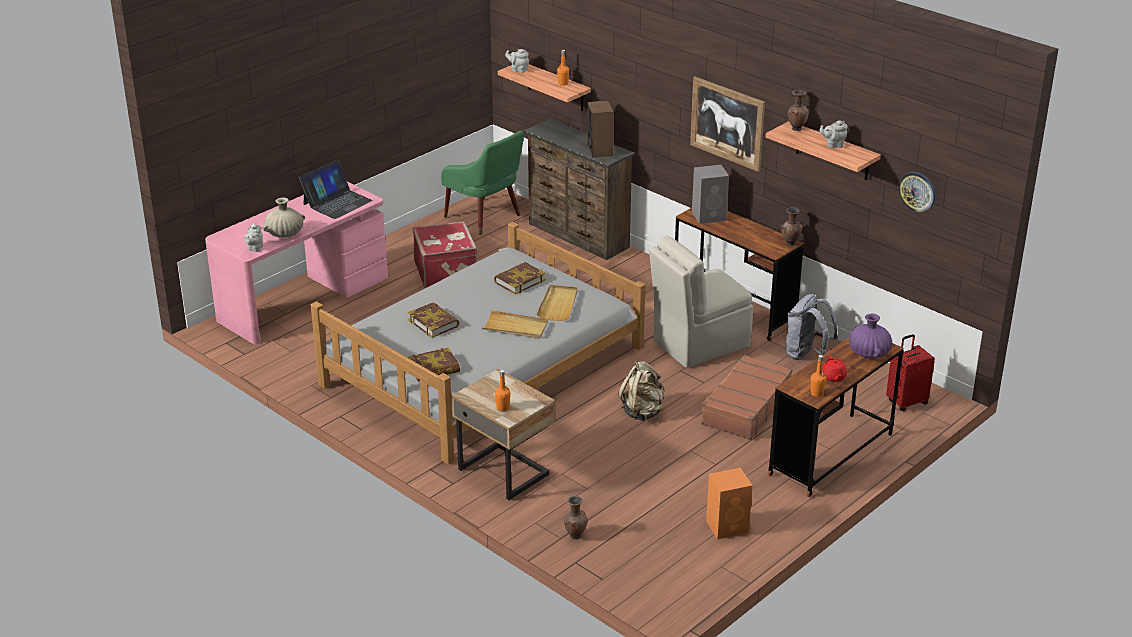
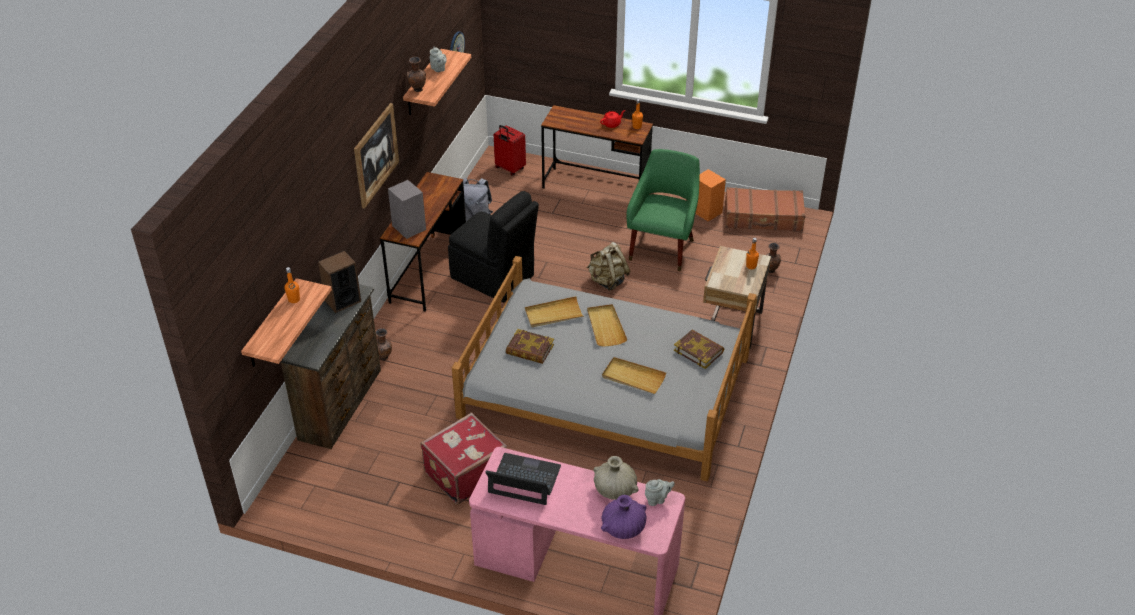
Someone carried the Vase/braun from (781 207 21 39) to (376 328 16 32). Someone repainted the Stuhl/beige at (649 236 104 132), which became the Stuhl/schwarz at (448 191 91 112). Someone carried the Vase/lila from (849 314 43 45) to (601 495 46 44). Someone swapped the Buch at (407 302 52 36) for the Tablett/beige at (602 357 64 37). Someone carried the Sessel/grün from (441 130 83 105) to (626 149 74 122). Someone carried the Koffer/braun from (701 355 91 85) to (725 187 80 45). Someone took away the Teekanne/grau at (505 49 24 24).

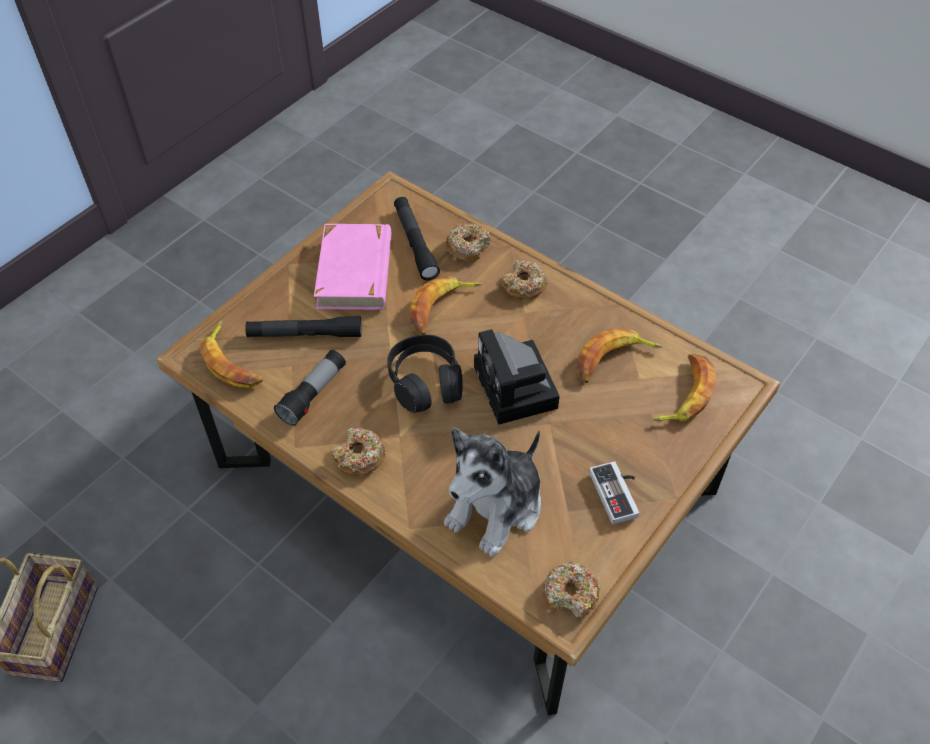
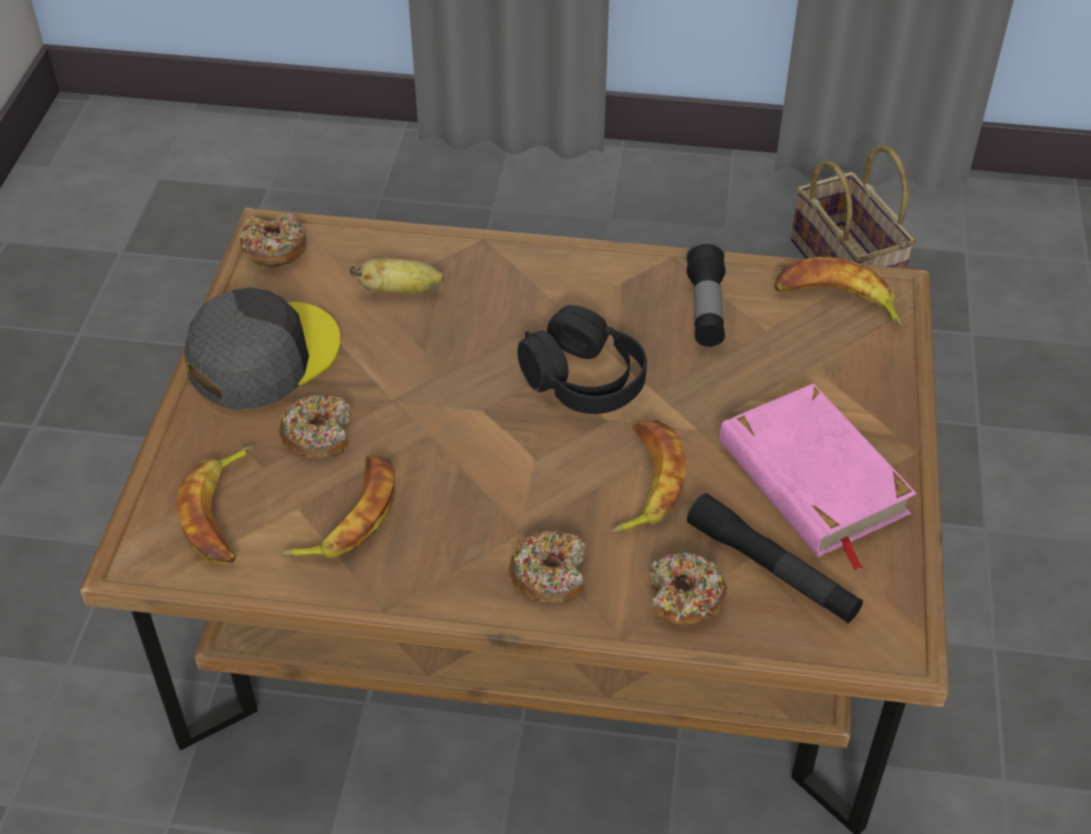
Someone swapped the Gamepad at (589 461 50 63) for the Kappe/grau at (184 288 157 122). Someone carried the Donut from (332 428 54 47) to (279 394 72 64). Someone swapped the Plüschtier at (444 428 97 129) for the Banane at (350 258 95 35). Someone took away the Taschenlampe/schwarz at (245 316 117 21). Someone took away the Kamera at (474 329 86 96).

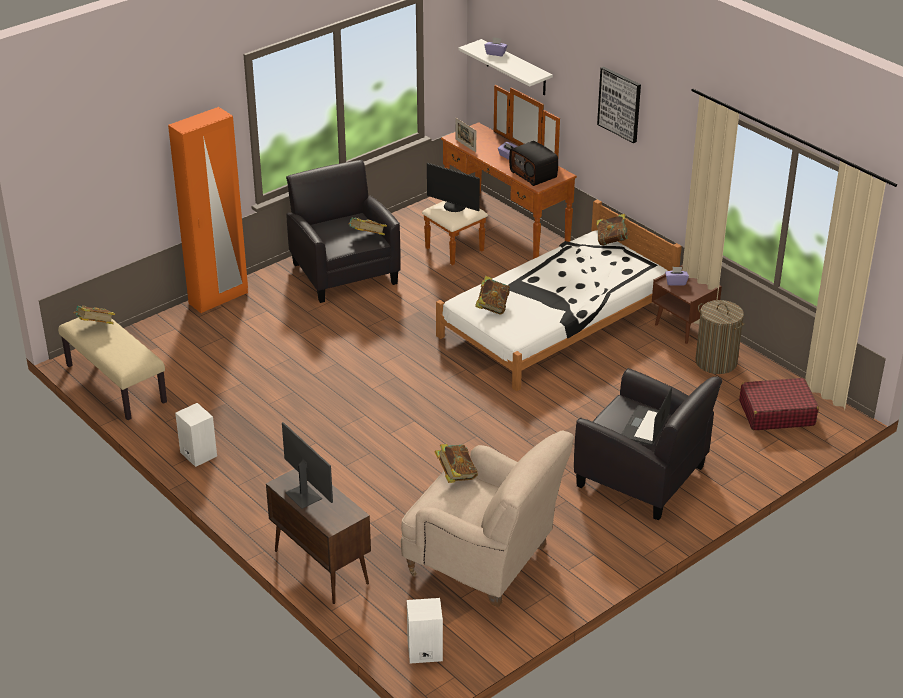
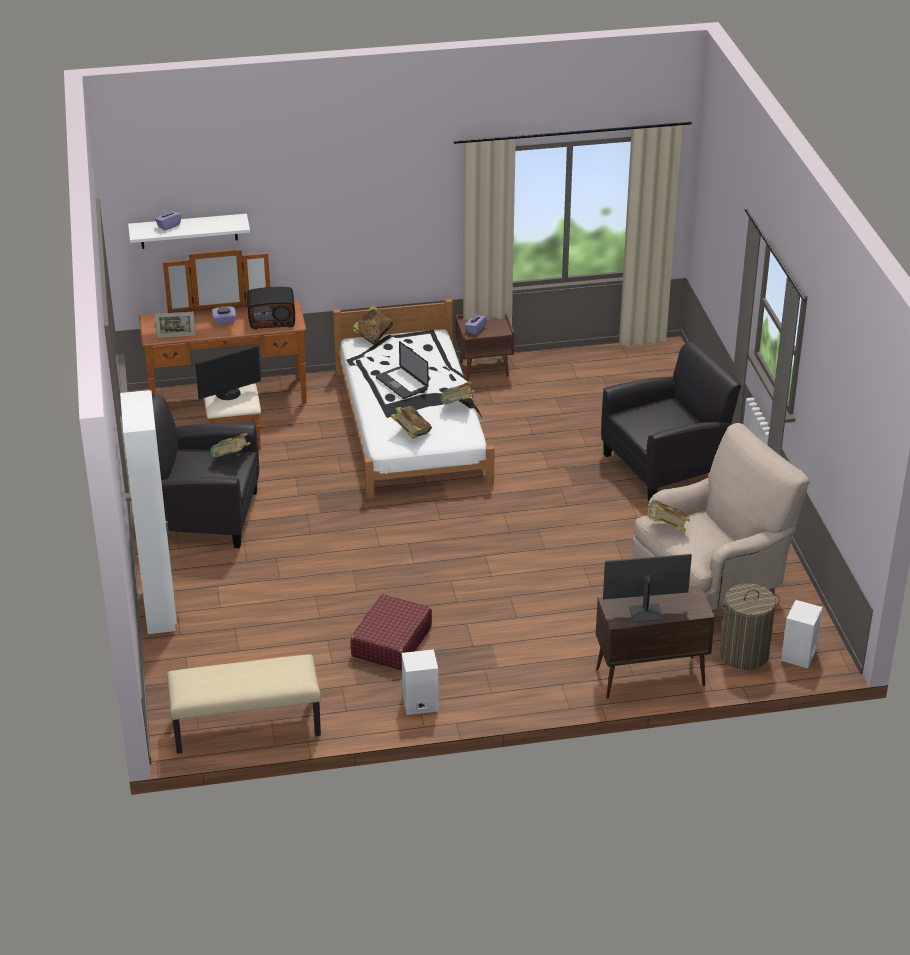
Someone repainted the Kleiderschrank/orange at (168 107 80 206), which became the Kleiderschrank/weiß at (120 390 57 244). Someone carried the Koffer/rot from (739 378 80 52) to (351 594 81 76). Someone carried the Laptop from (622 387 50 59) to (376 341 53 58). Someone carried the Buch from (74 305 41 19) to (441 381 34 24). Someone carried the Wäschekorb from (695 300 50 74) to (720 583 60 87). Someone took away the Bild at (597 67 44 76).

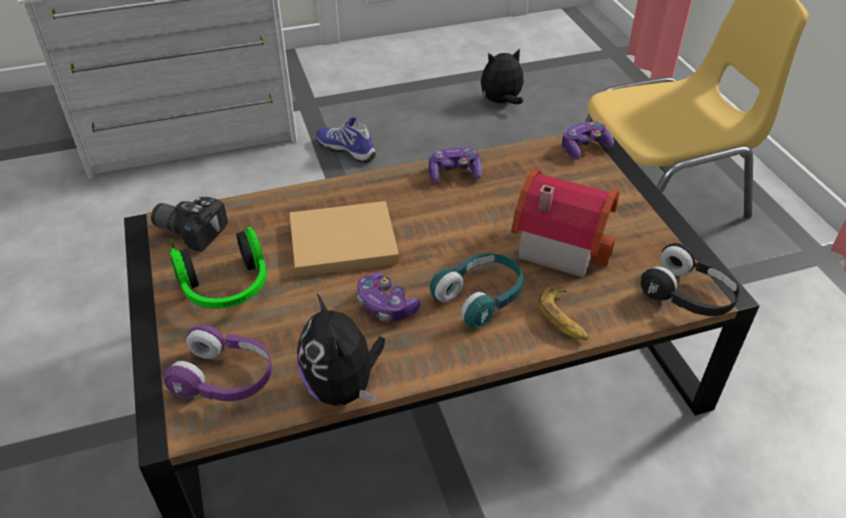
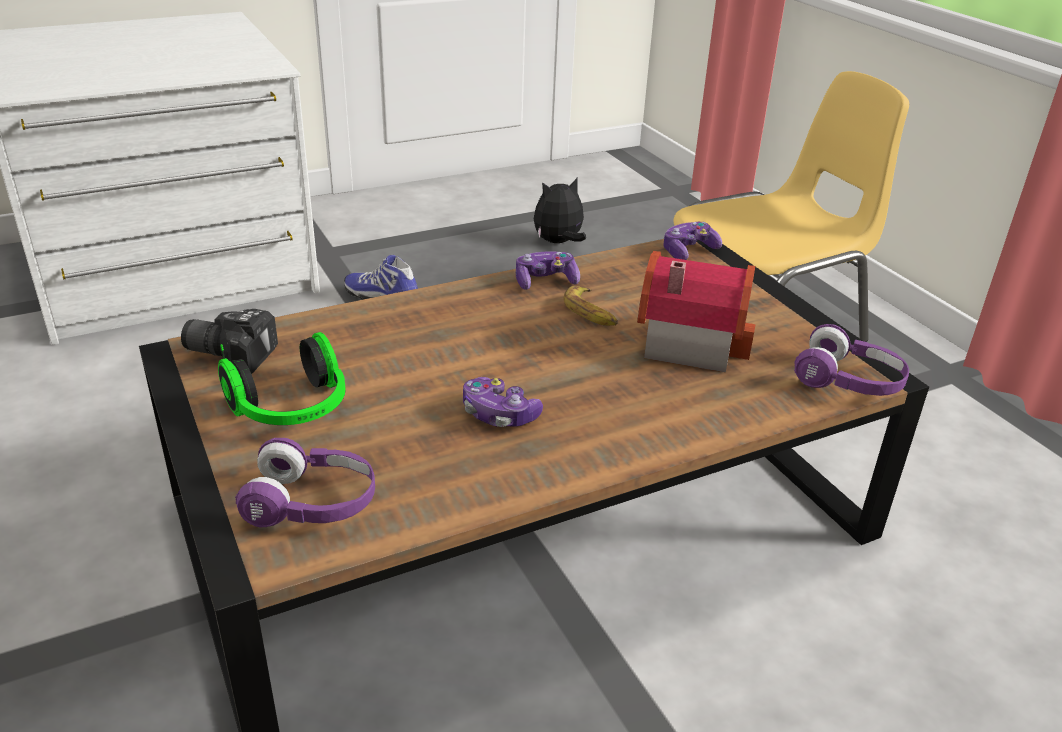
Someone carried the Banane from (538 287 51 54) to (564 286 54 40). Someone repainted the Kopfhörer/schwarz at (641 243 99 73), which became the Kopfhörer/lila at (794 324 115 72). Someone took away the Buch/beige at (290 201 109 76). Someone took away the Plüschtier at (297 294 88 112). Someone took away the Kopfhörer/türkis at (430 253 93 75).

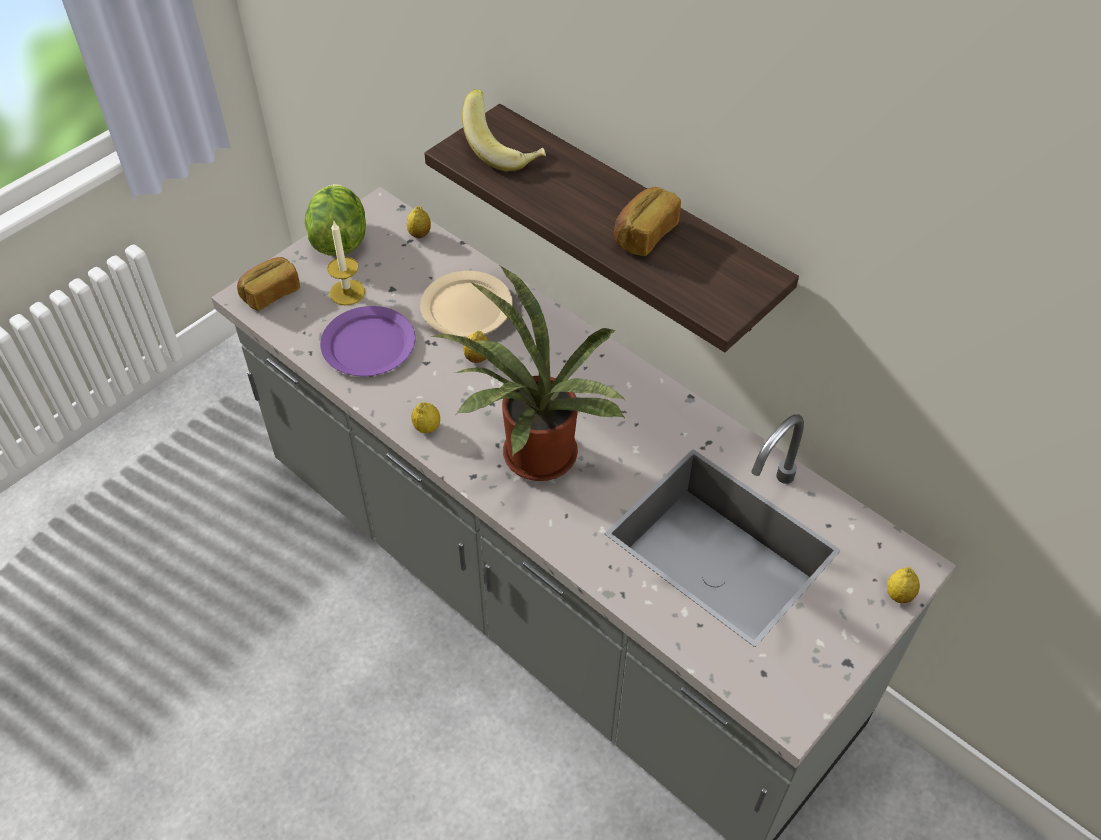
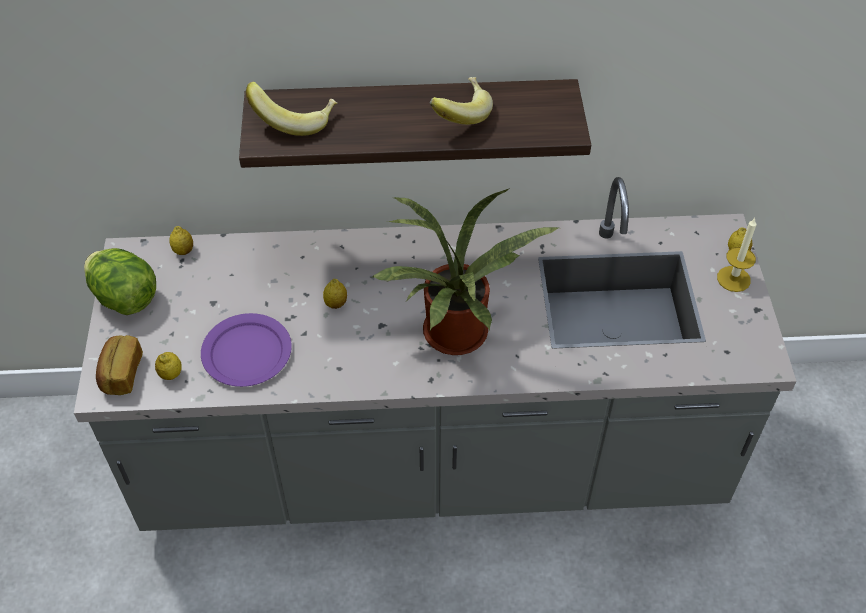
Someone carried the Zitrone from (412 402 28 31) to (155 352 27 28). Someone swapped the Brot at (614 187 67 69) for the Banane at (430 77 63 48). Someone carried the Kerze from (327 222 38 83) to (717 218 40 74). Someone took away the Teller/beige at (420 271 93 66).

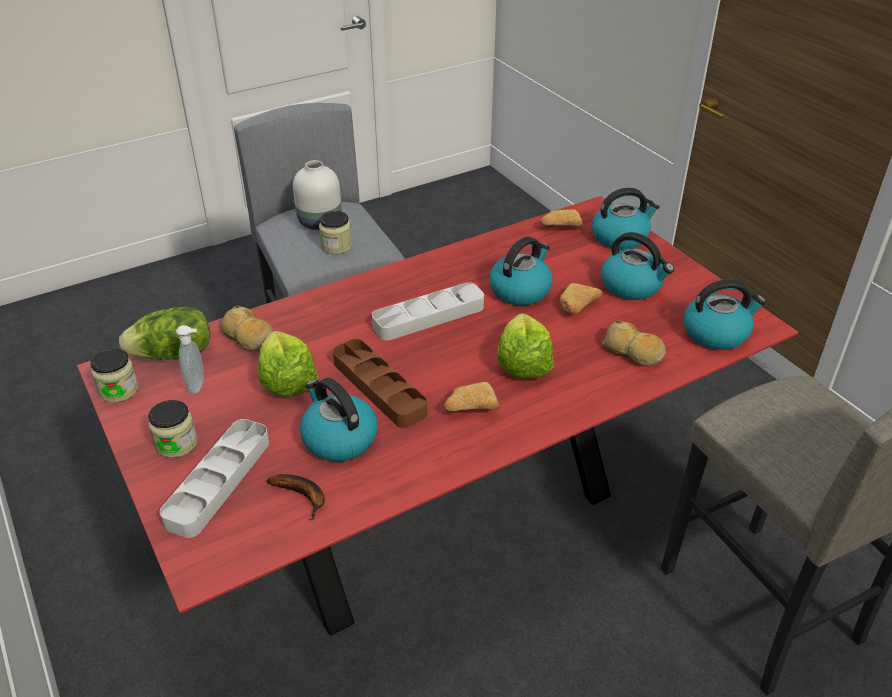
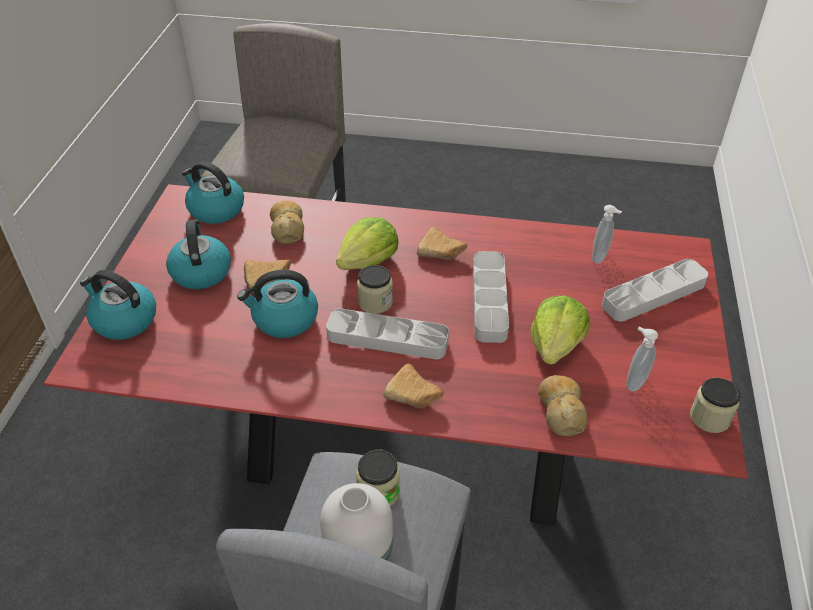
Someone carried the Vorratsglas from (148 400 50 58) to (357 265 36 49). Someone carried the Brot from (540 209 43 18) to (383 363 61 46). Someone repainted the Tablett/braun at (333 339 94 89), which became the Tablett/grau at (473 251 36 92). Someone swapped the Banane at (267 474 58 46) for the Seifenspender at (592 205 30 59). Someone took away the Salatkopf at (119 307 91 53). Someone took away the Wasserkessel at (300 378 78 84).

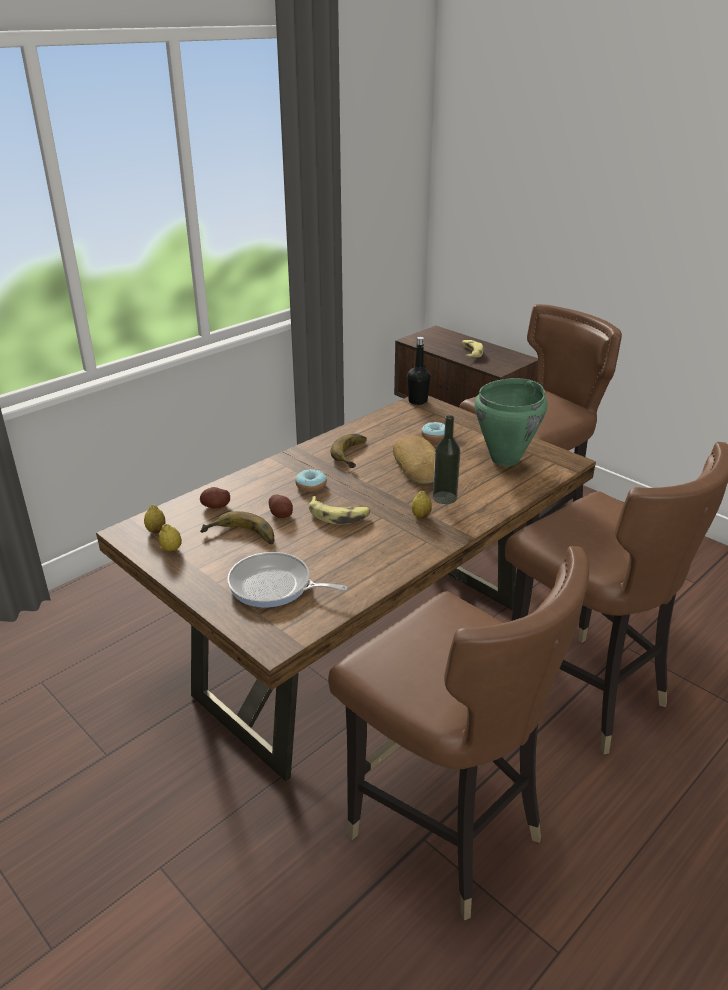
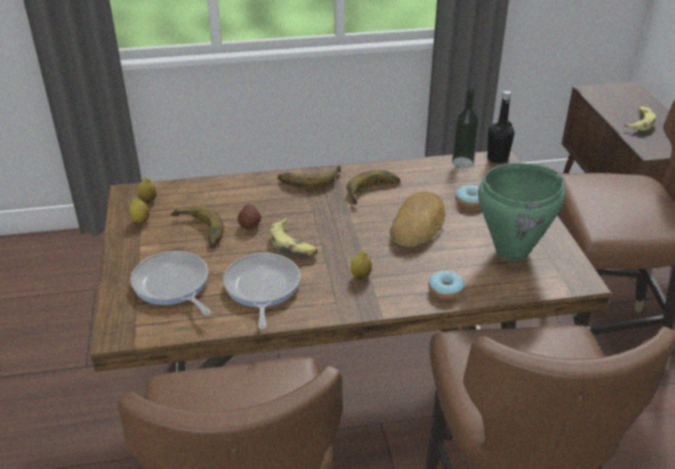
Someone put down the Pfanne at (223 253 77 76). Someone put down the Banane at (278 165 63 23). Someone carried the Donut from (295 469 32 23) to (428 270 37 30). Someone carried the Flasche from (433 415 27 89) to (452 88 27 80). Someone took away the Kartoffel at (200 487 30 22).

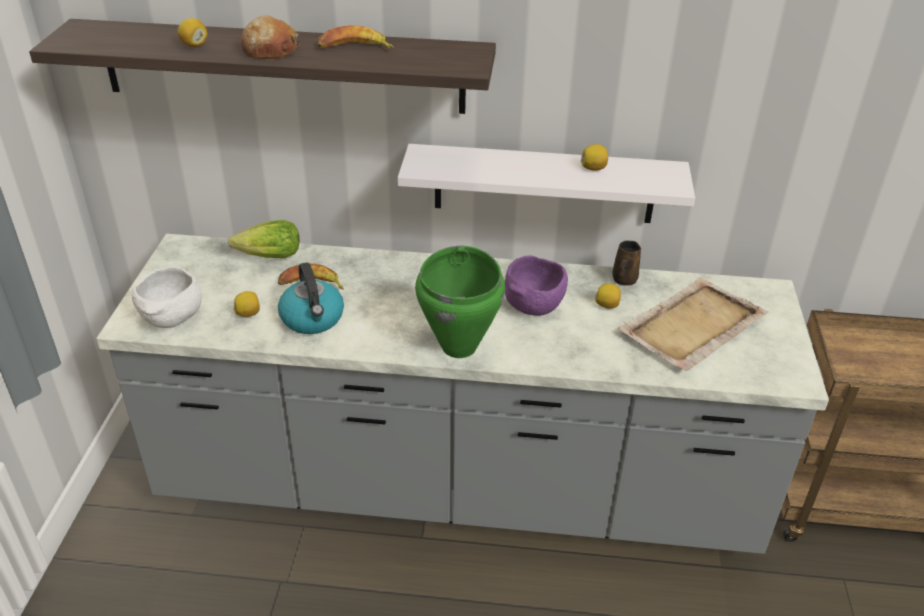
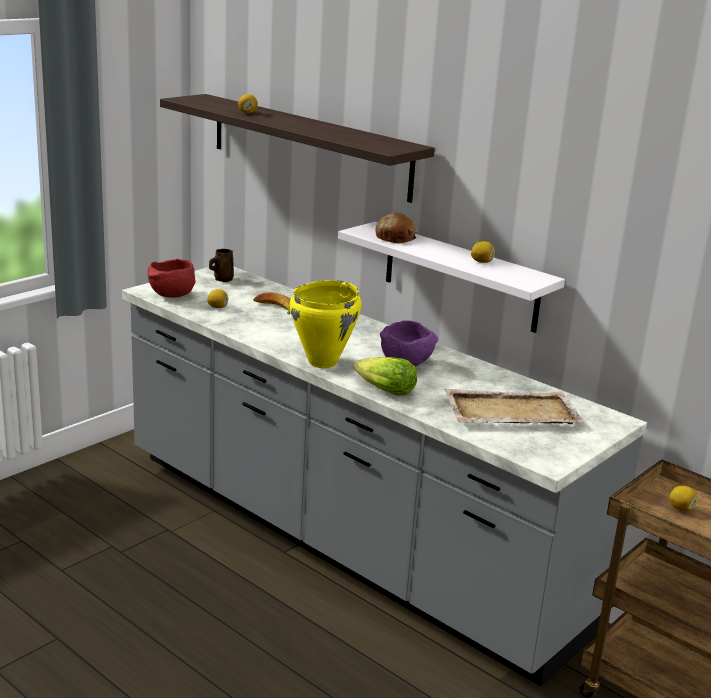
Someone repainted the Schüssel/weiß at (132 267 70 61), which became the Schüssel/rot at (147 259 48 39). Someone carried the Henkelbecher/braun from (612 240 29 46) to (209 249 25 33). Someone repainted the Kochtopf/grün at (415 246 90 112), which became the Kochtopf/gelb at (289 280 73 88). Someone carried the Salatkopf from (228 220 71 38) to (353 357 64 39). Someone carried the Brot from (241 15 59 44) to (376 212 42 31). Someone carried the Zitrone from (595 284 26 25) to (669 486 28 25). Someone took away the Wasserkessel at (278 263 66 71). Someone took away the Banane at (318 26 76 23).

